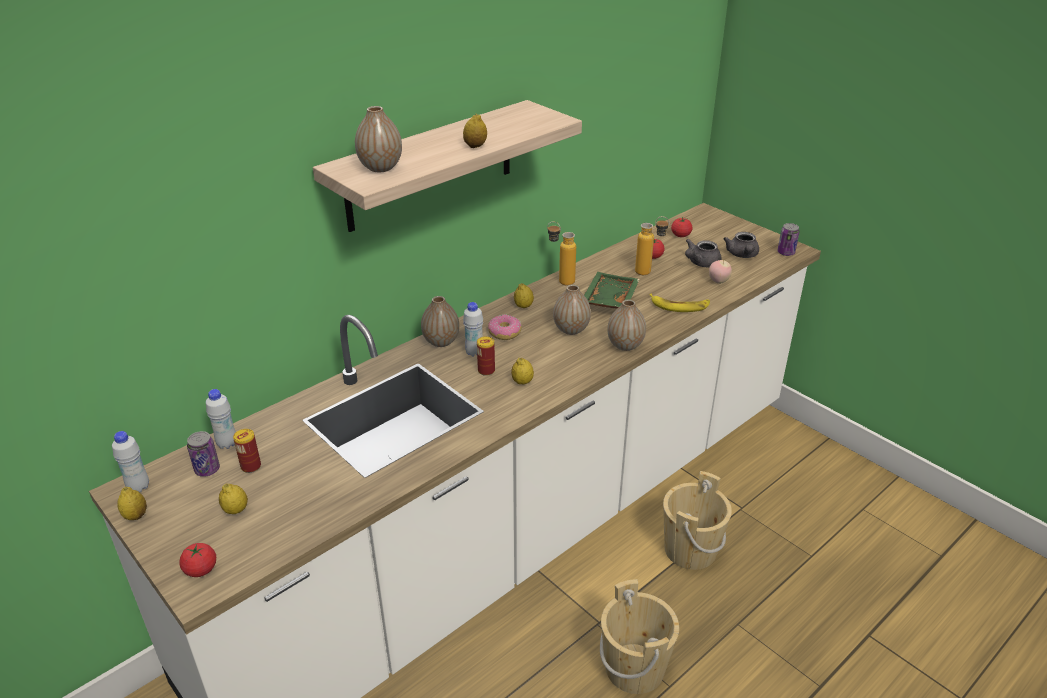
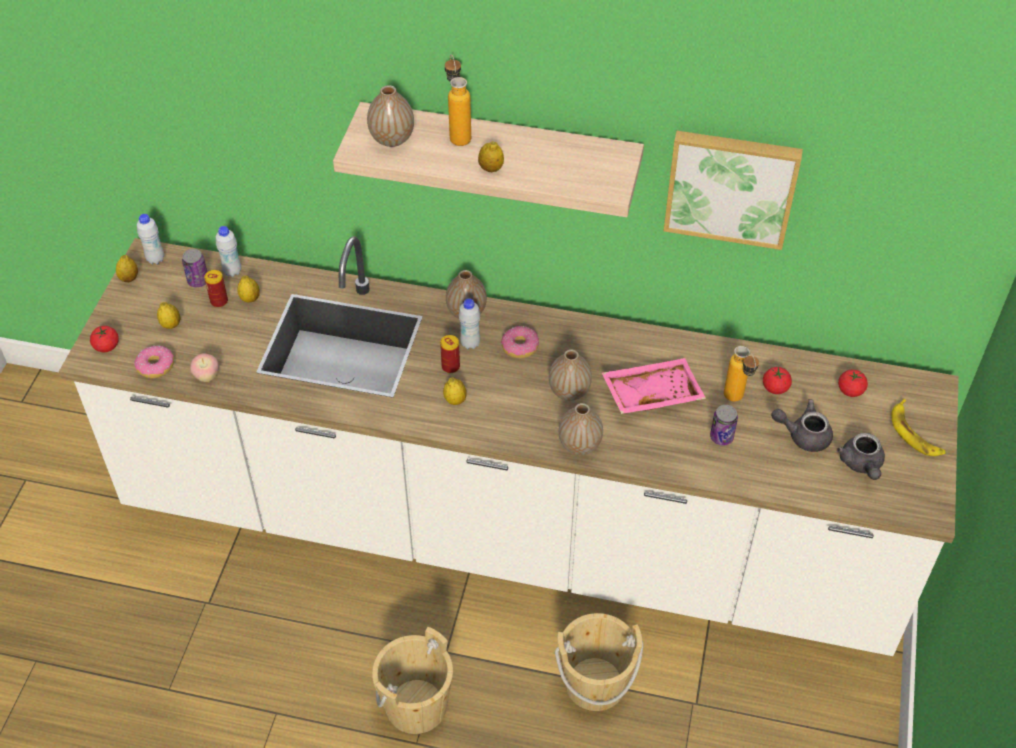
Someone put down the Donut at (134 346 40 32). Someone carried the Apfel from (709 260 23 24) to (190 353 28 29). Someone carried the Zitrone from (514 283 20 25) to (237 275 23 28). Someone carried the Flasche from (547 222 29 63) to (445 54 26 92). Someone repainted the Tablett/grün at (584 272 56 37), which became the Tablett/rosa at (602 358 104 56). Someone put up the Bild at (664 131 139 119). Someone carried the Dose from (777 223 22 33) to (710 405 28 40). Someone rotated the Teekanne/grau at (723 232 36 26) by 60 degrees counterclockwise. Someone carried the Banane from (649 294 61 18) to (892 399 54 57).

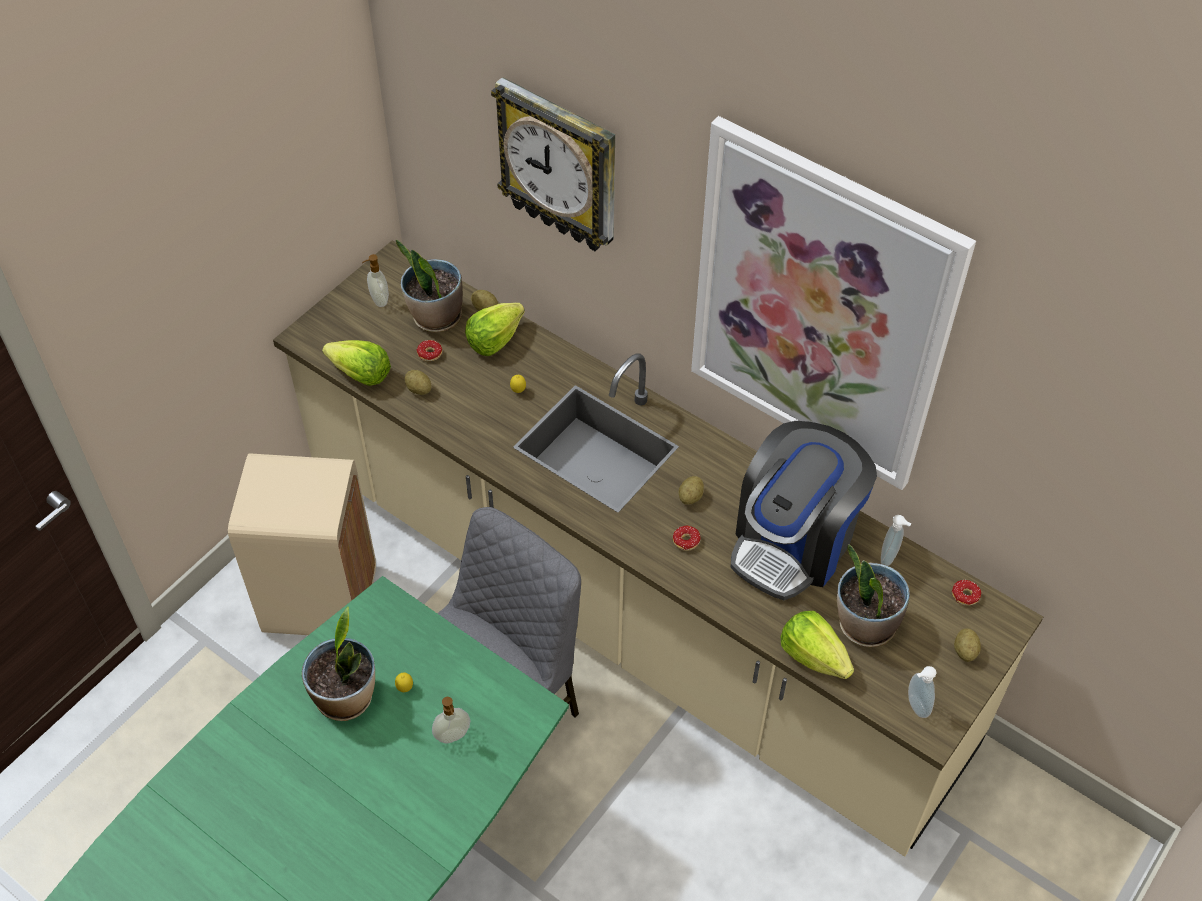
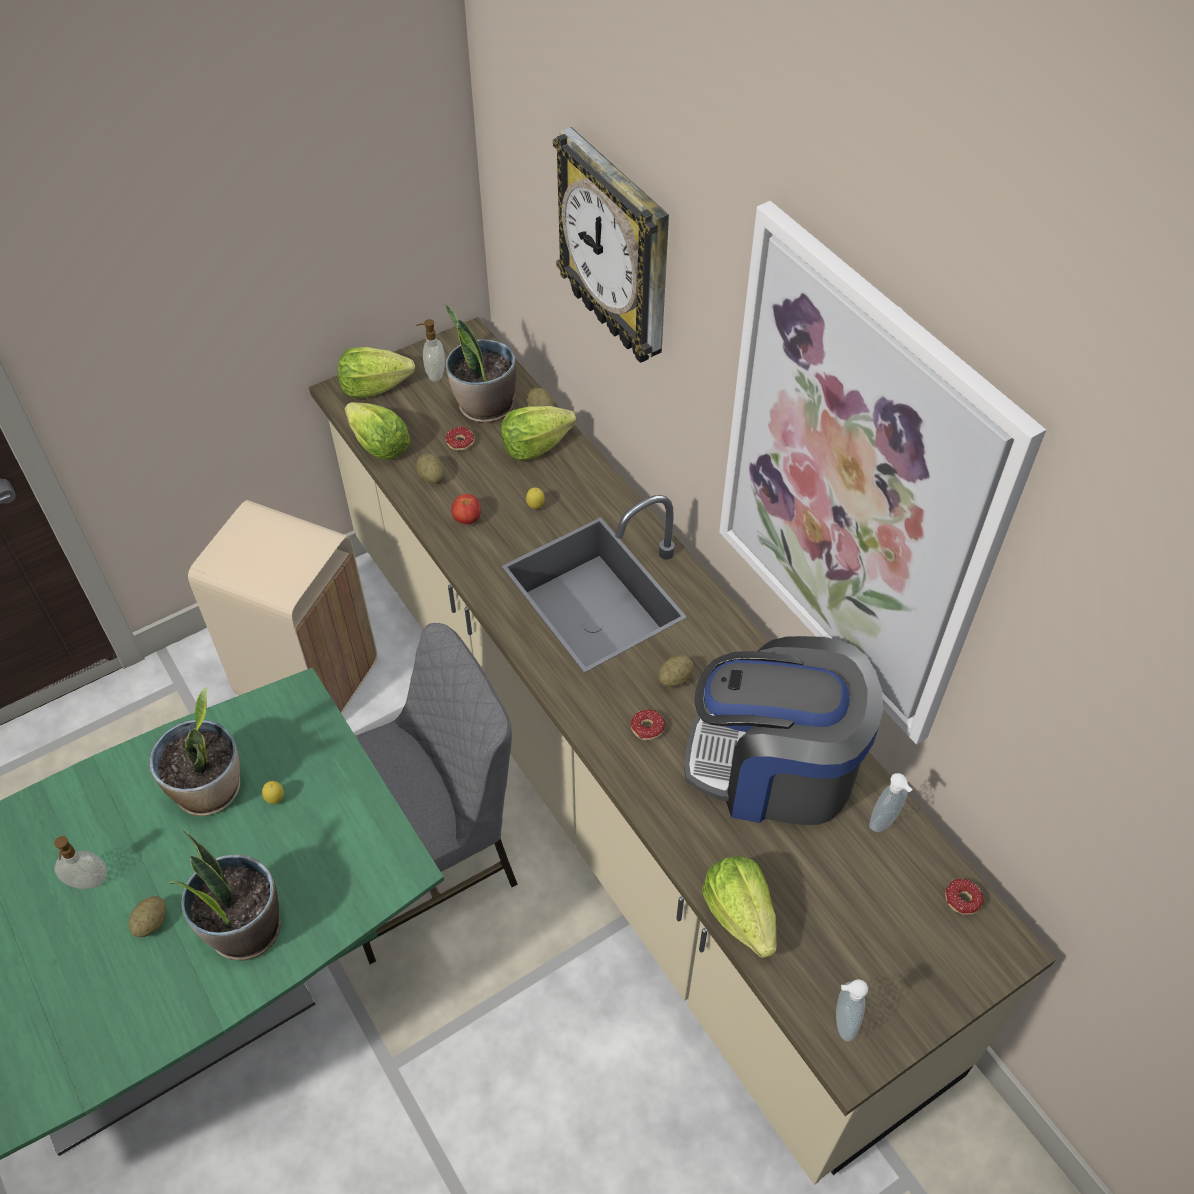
Someone carried the Seifenspender from (432 697 38 47) to (54 836 53 53). Someone carried the Kartoffel from (954 628 27 34) to (129 896 37 41). Someone carried the Topfpflanze from (837 544 73 103) to (168 829 113 132). Someone put down the Salatkopf at (338 347 77 51). Someone put down the Tomate at (451 494 30 30). Someone rotated the Kaffeemaschine at (730 421 147 179) by 45 degrees clockwise.

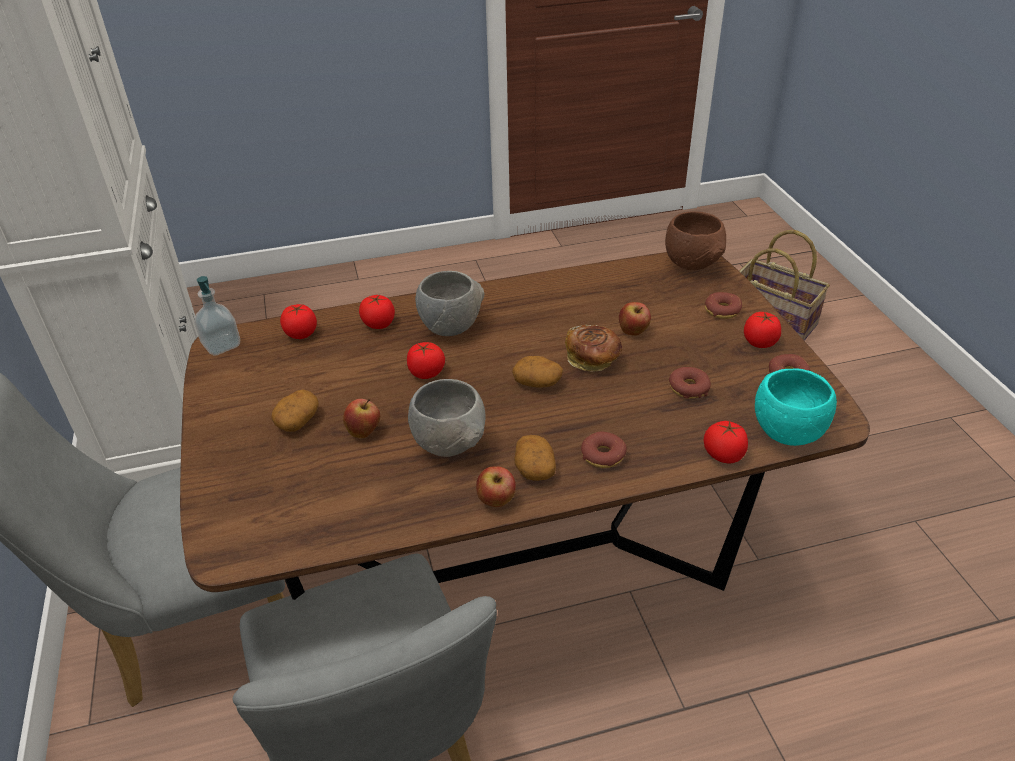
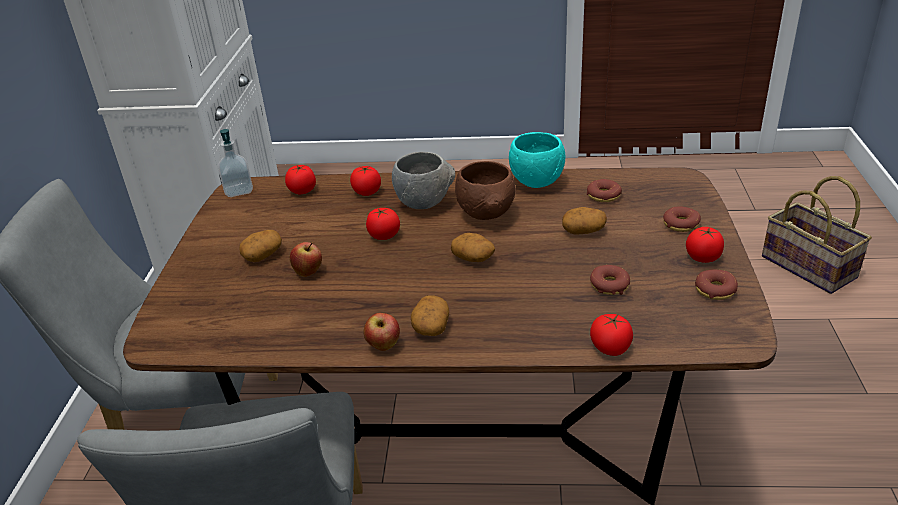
Someone carried the Schüssel/braun from (665 211 61 59) to (455 161 61 59). Someone carried the Schüssel/türkis from (755 368 82 78) to (509 132 56 56). Someone swapped the Apfel at (619 302 32 34) for the Kartoffel at (562 207 45 27). Someone carried the Donut from (581 432 46 36) to (587 179 35 23). Someone took away the Schüssel/grau at (408 379 78 78). Someone took away the Brot at (565 324 57 48).

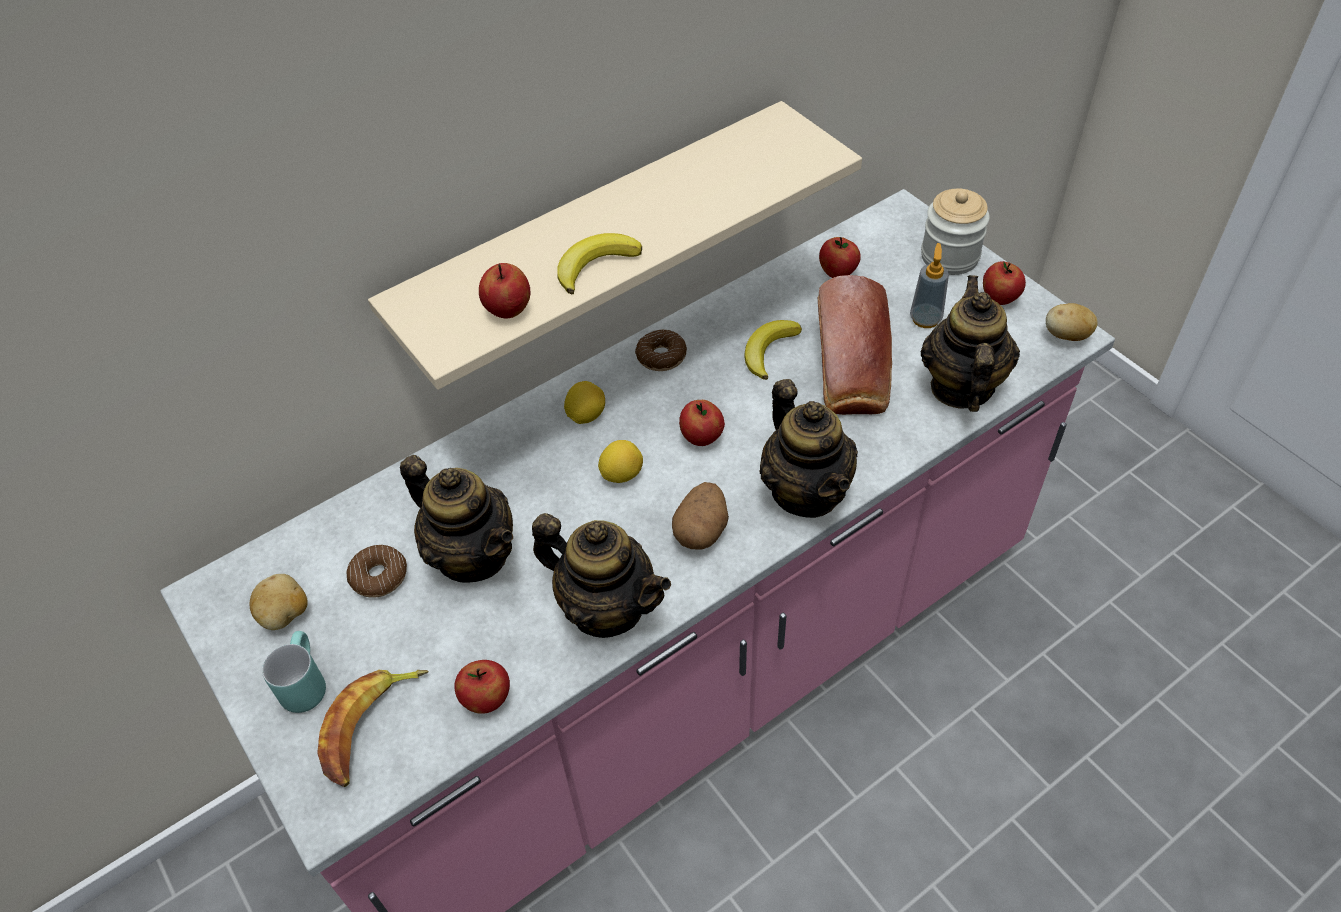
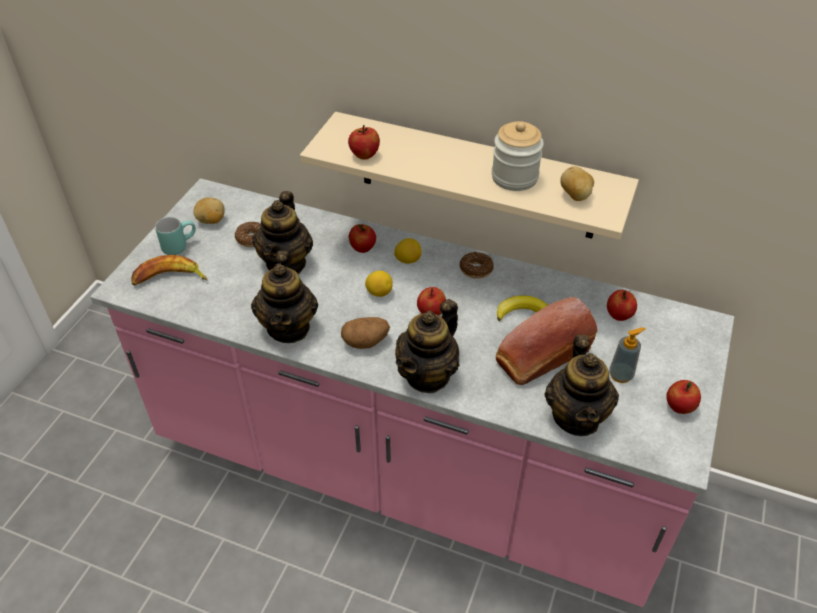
Someone carried the Apfel from (454 660 56 54) to (349 224 27 29). Someone carried the Vorratsglas from (921 189 69 86) to (492 121 52 70). Someone rotated the Teekanne at (921 275 99 137) by 120 degrees clockwise. Someone carried the Kartoffel from (1046 303 52 38) to (560 166 34 35). Someone took away the Banane at (557 233 85 61).

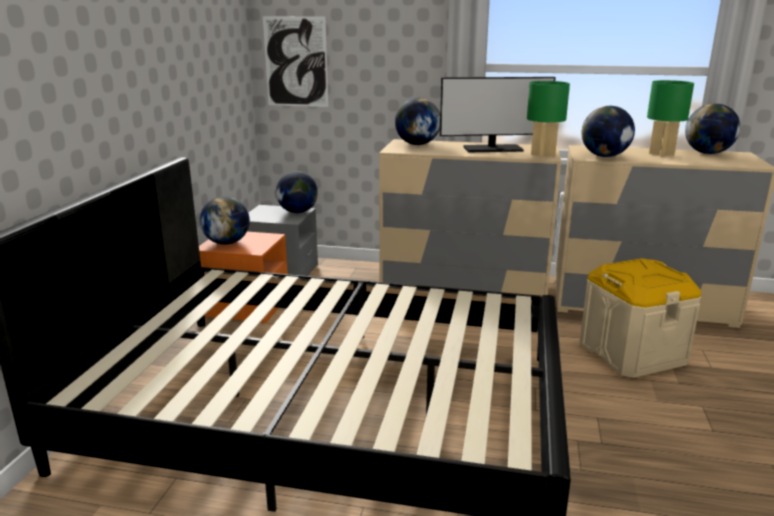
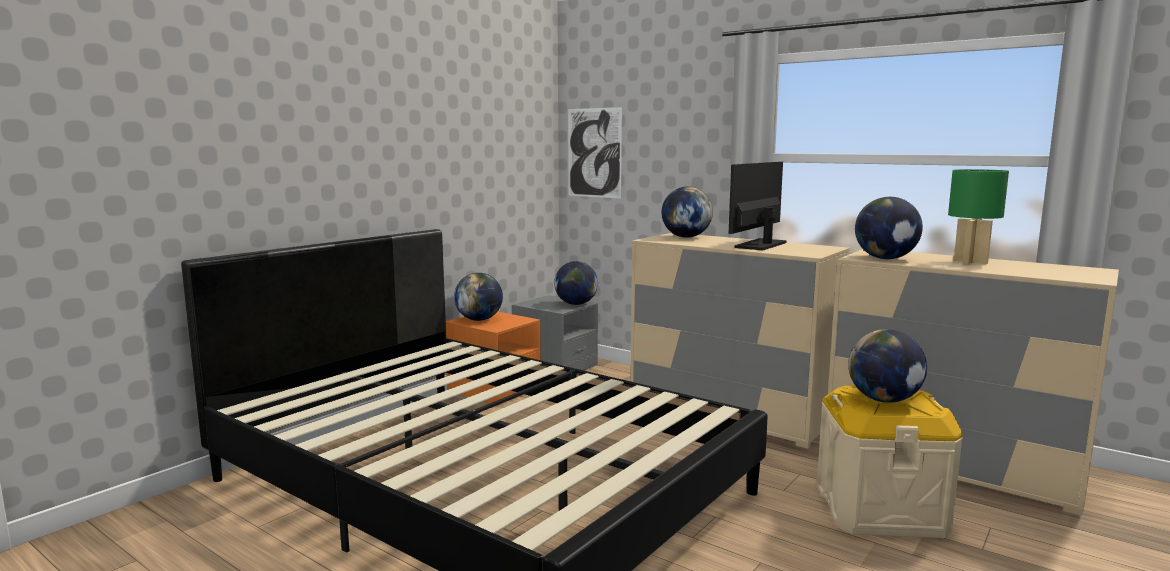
Someone rotated the Monitor at (440 77 116 75) by 105 degrees clockwise. Someone carried the Globus from (685 104 56 50) to (848 329 79 74). Someone took away the Tischlampe/grün at (527 81 43 77).

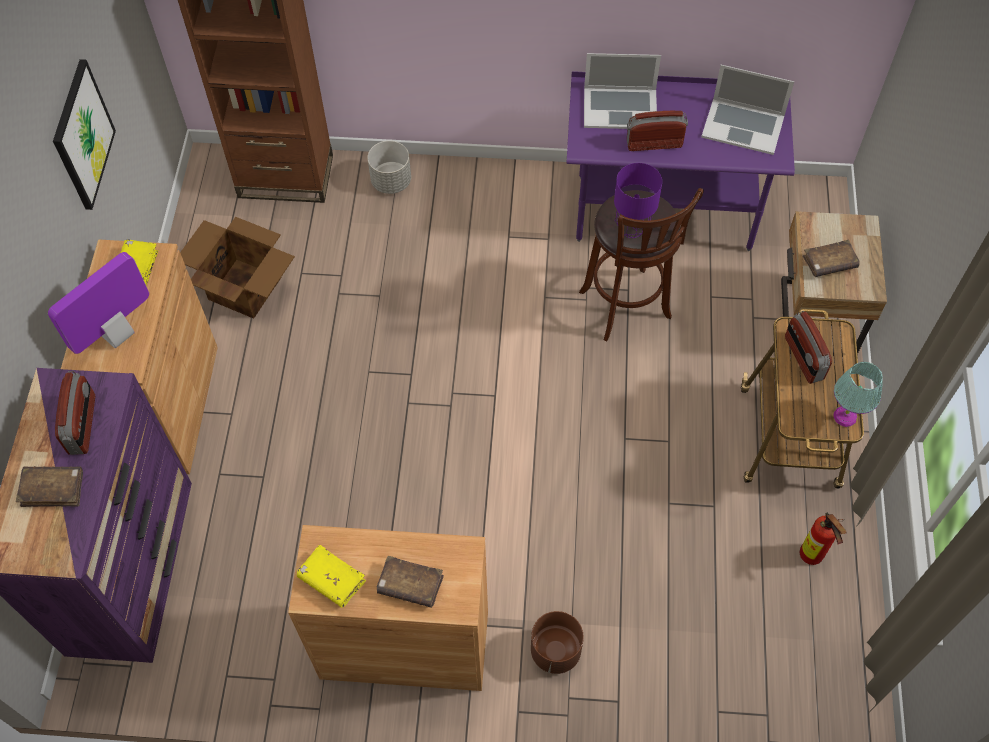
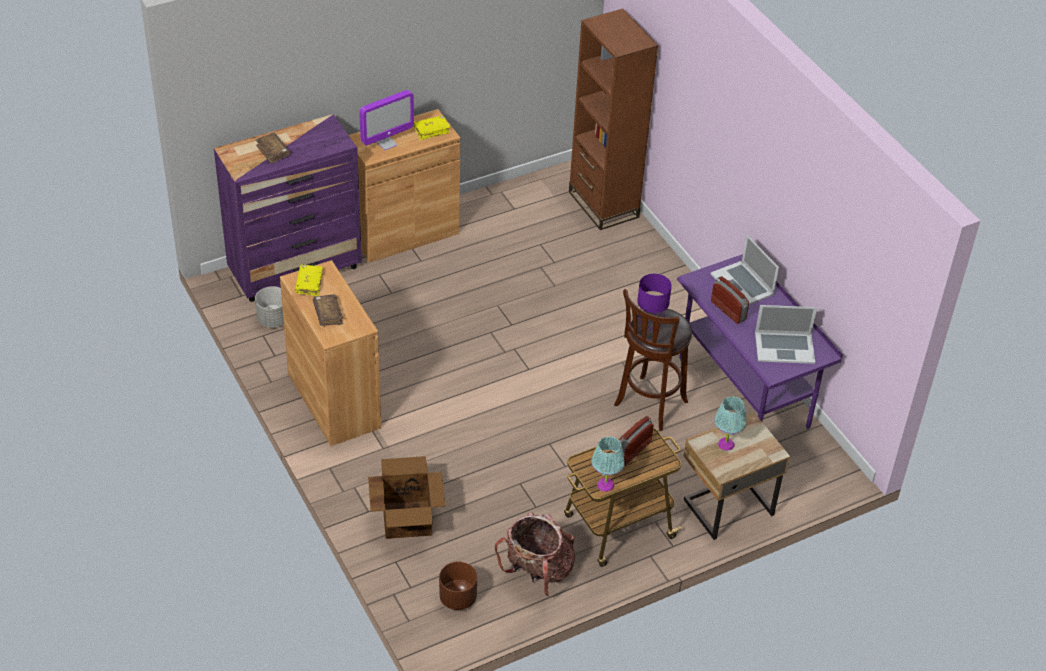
Someone carried the Pflanzkübel/grau from (367 141 44 53) to (255 286 29 42). Someone rotated the Monitor at (48 252 101 102) by 135 degrees clockwise. Someone carried the Karton from (180 217 115 102) to (368 456 77 83). Someone carried the Pflanzkübel/braun from (531 611 53 63) to (439 562 38 48). Someone swapped the Feuerlöscher at (800 513 47 52) for the Rucksack at (495 512 80 85). Someone swapped the Buch/braun at (803 240 57 37) for the Tischlampe/türkis at (714 397 33 54). Someone rotated the Laptop at (701 65 93 90) by 75 degrees counterclockwise. Someone took away the Bild at (53 59 63 151). Someone took away the Radio at (55 371 40 84).

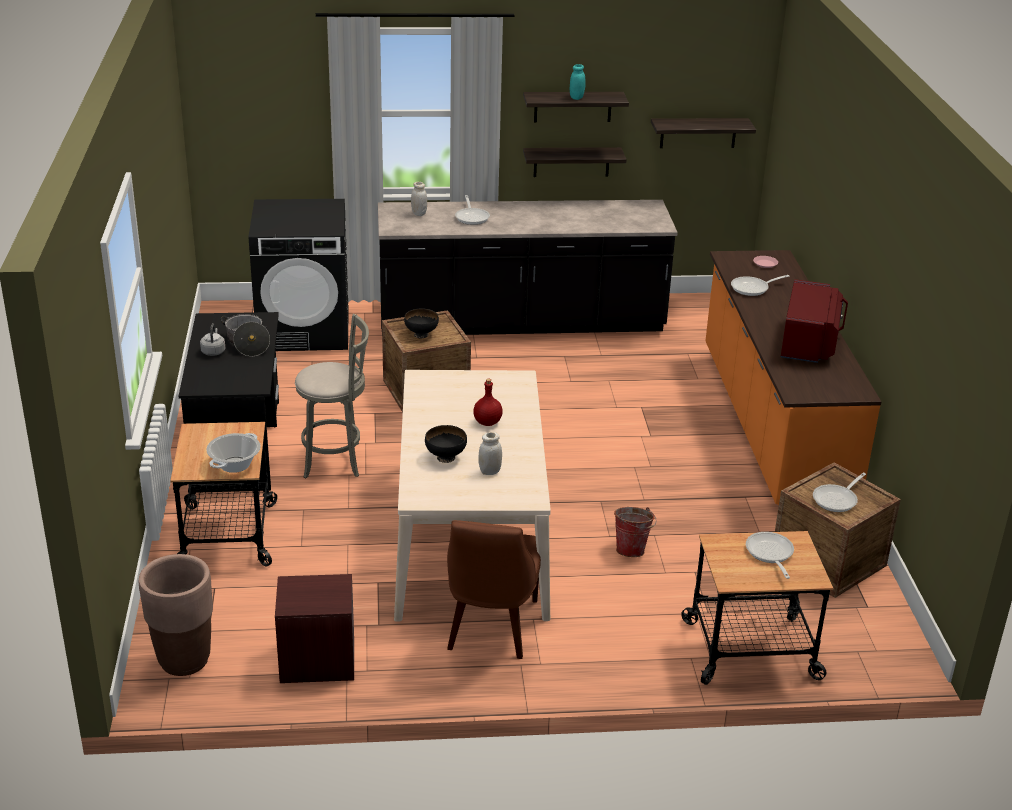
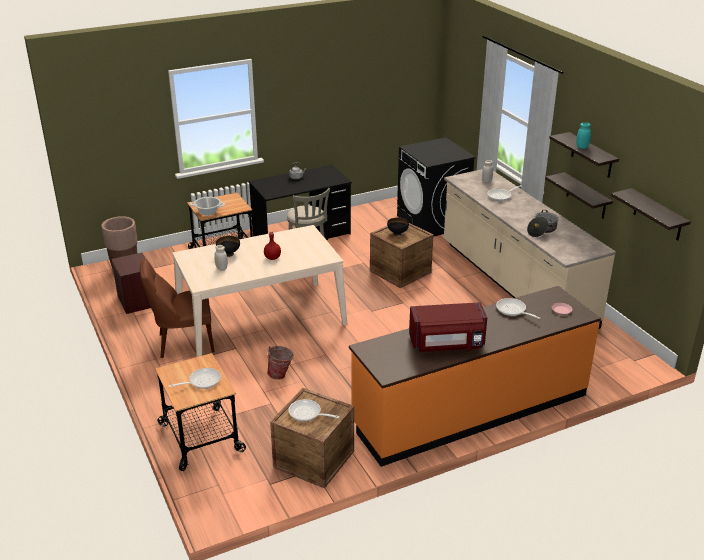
Someone repainted the Küchenzeile/schwarz at (378 200 300 135), which became the Küchenzeile/beige at (444 169 172 160). Someone carried the Kochtopf from (221 314 49 43) to (527 210 32 27).

